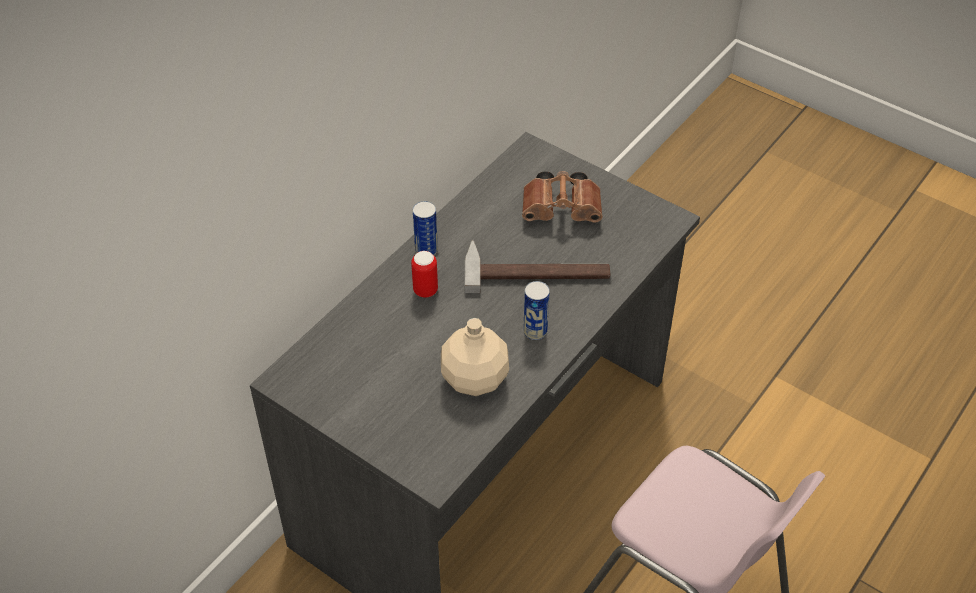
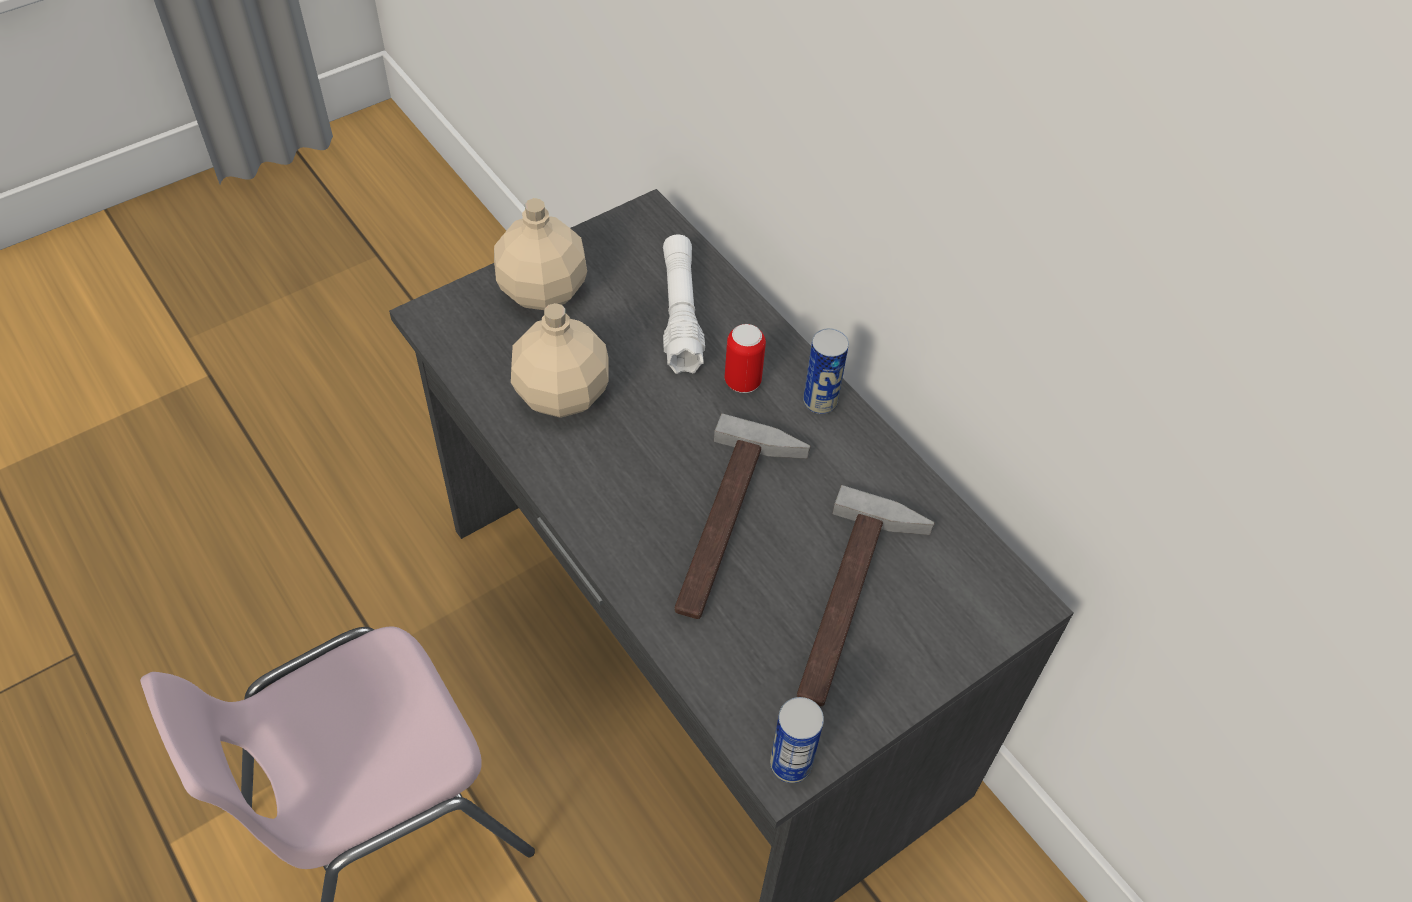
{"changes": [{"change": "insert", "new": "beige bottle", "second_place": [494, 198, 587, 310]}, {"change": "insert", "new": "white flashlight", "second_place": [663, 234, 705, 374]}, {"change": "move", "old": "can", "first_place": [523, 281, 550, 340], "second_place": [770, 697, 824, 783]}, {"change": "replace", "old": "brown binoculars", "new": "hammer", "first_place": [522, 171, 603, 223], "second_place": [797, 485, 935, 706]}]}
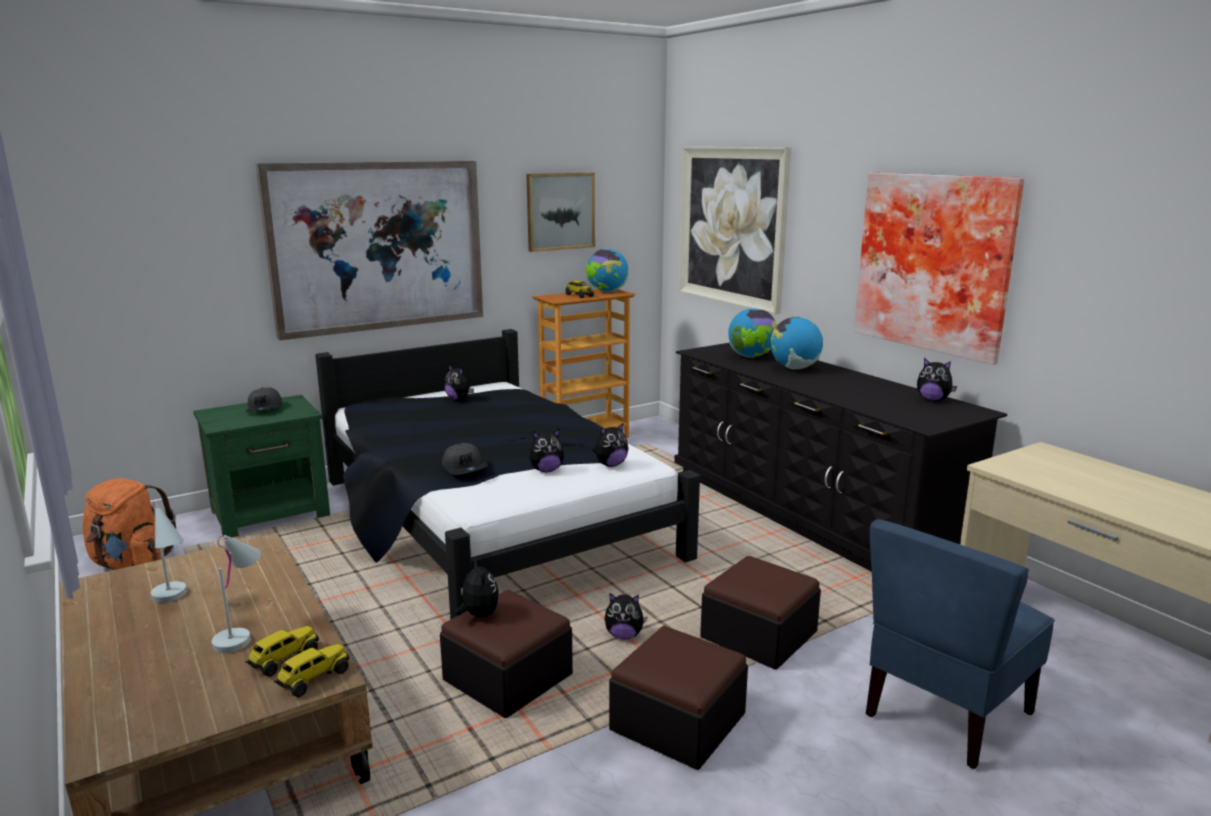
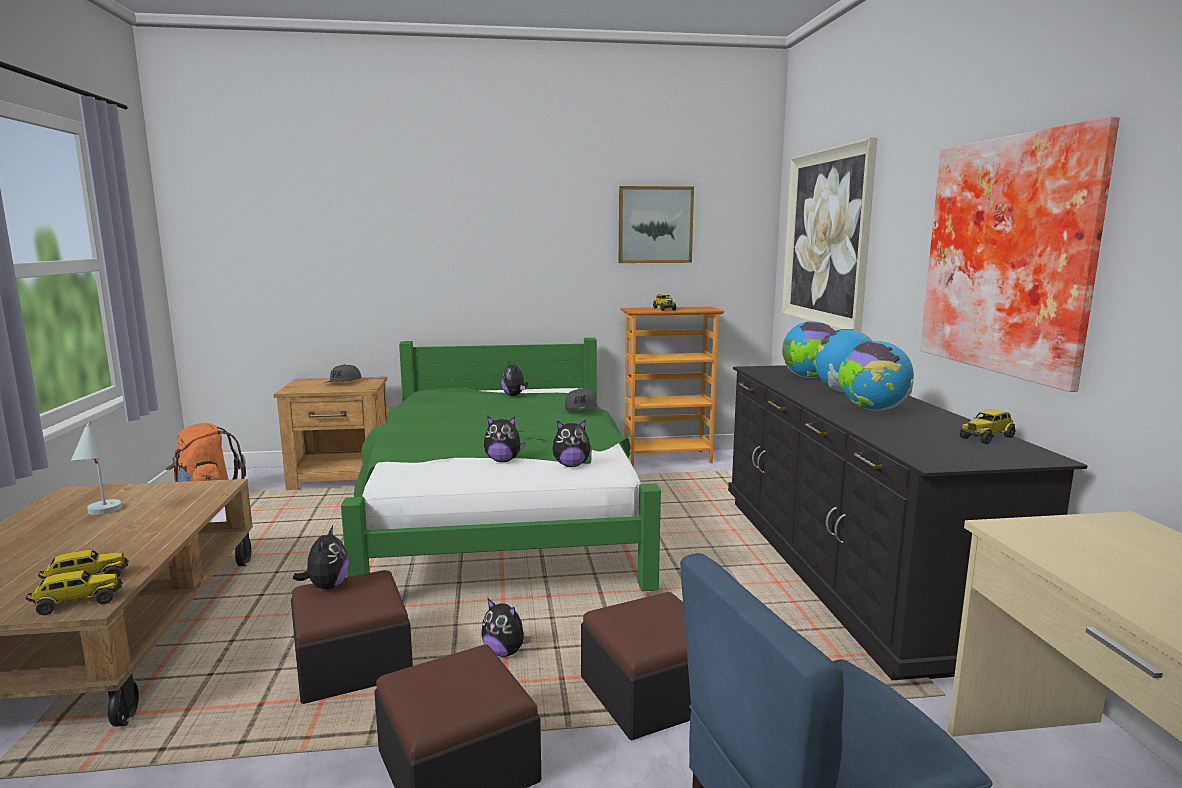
{"changes": [{"change": "delete", "old": "white table lamp", "first_place": [211, 535, 261, 653]}, {"change": "delete", "old": "picture", "first_place": [256, 161, 483, 340]}, {"change": "move", "old": "grey cap", "first_place": [442, 443, 488, 475], "second_place": [565, 388, 597, 411]}, {"change": "move", "old": "globe", "first_place": [586, 249, 629, 292], "second_place": [838, 341, 914, 411]}, {"change": "replace", "old": "plush toy", "new": "toy truck", "first_place": [917, 358, 957, 401], "second_place": [960, 409, 1016, 444]}, {"change": "recolor", "old": "green nightstand", "new": "brown nightstand", "first_place": [193, 395, 330, 537], "second_place": [274, 377, 387, 490]}, {"change": "recolor", "old": "black bed", "new": "green bed", "first_place": [315, 329, 700, 620], "second_place": [341, 338, 661, 591]}]}
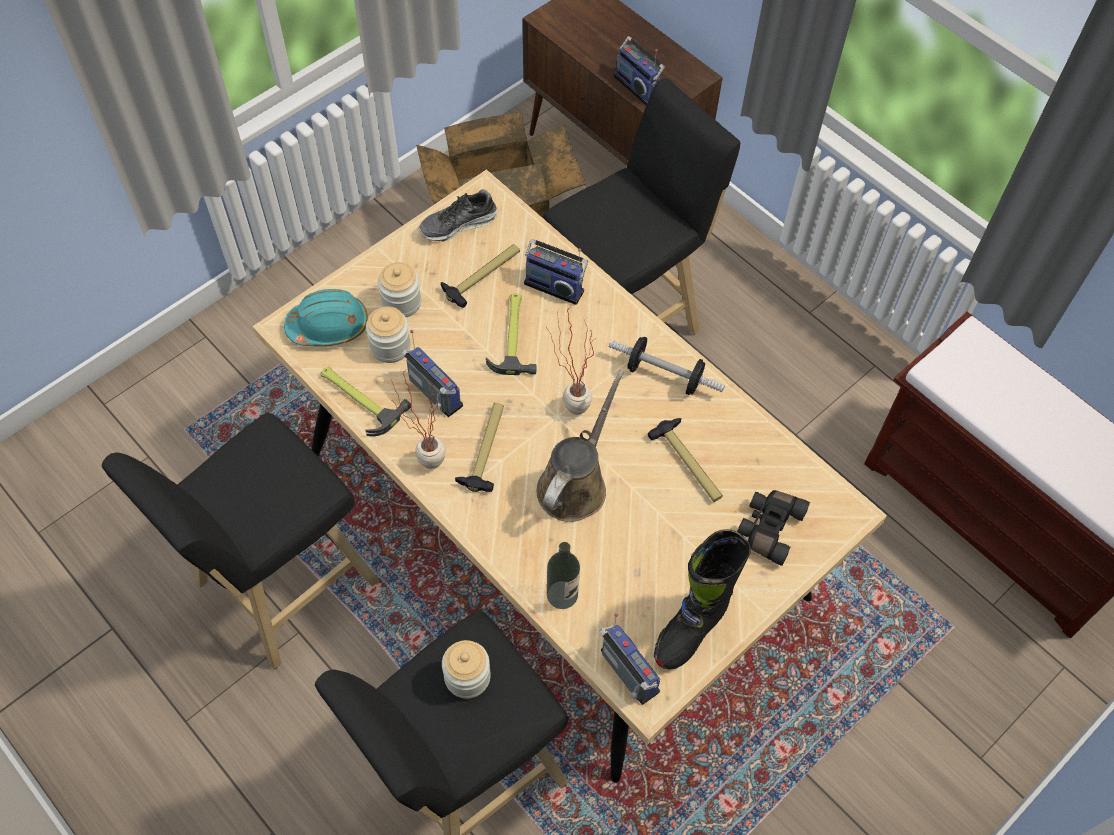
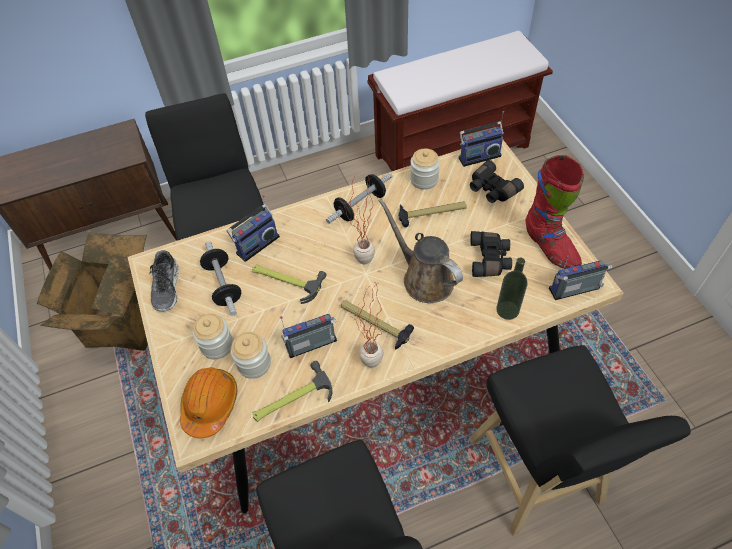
{"changes": [{"change": "insert", "new": "black binoculars", "second_place": [470, 231, 512, 277]}, {"change": "move", "old": "jar", "first_place": [442, 640, 491, 699], "second_place": [410, 148, 440, 190]}, {"change": "move", "old": "radio", "first_place": [614, 36, 665, 105], "second_place": [459, 111, 504, 167]}, {"change": "replace", "old": "hammer", "new": "dumbbell", "first_place": [441, 244, 520, 308], "second_place": [200, 241, 241, 316]}, {"change": "recolor", "old": "turquoise hard hat", "new": "orange hard hat", "first_place": [284, 289, 368, 346], "second_place": [180, 367, 237, 438]}, {"change": "recolor", "old": "black boot", "new": "red boot", "first_place": [654, 529, 751, 670], "second_place": [525, 155, 584, 269]}]}
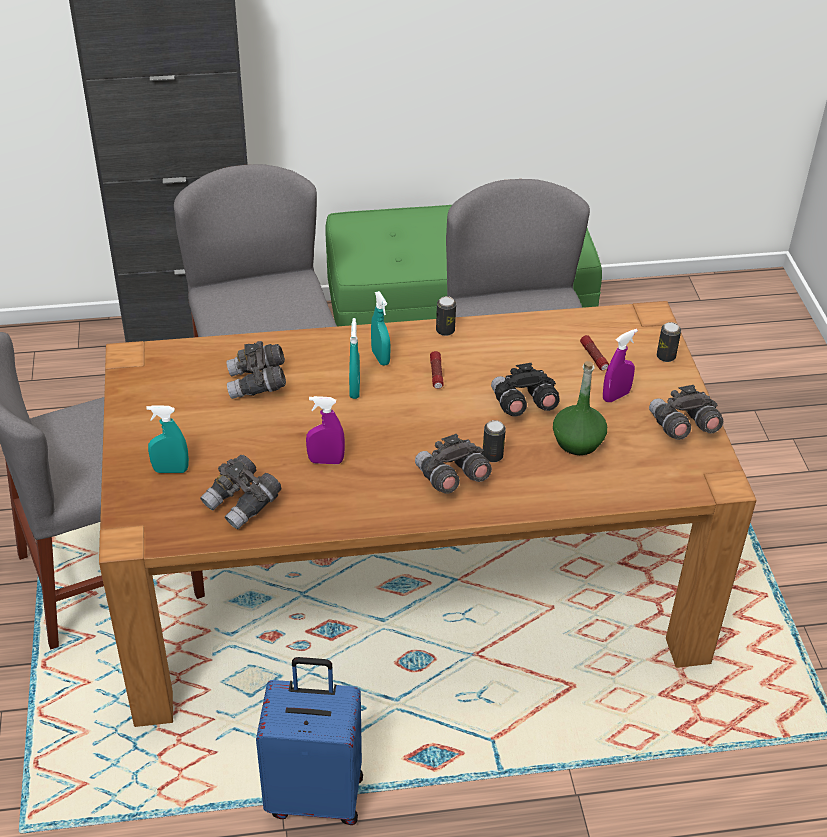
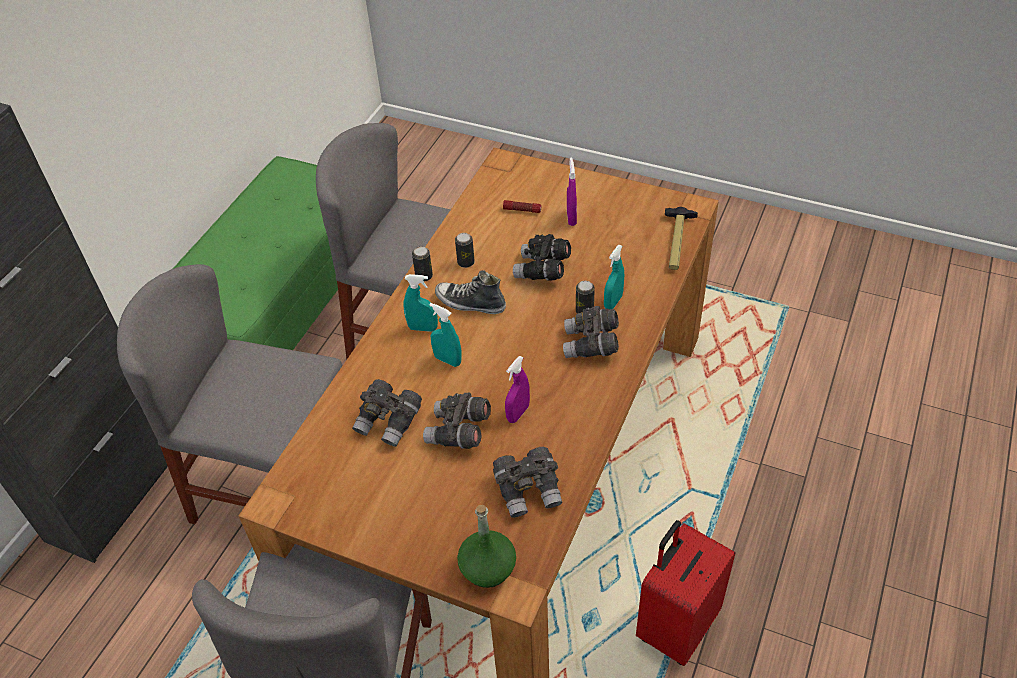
{"changes": [{"change": "insert", "new": "hammer", "second_place": [665, 207, 698, 270]}, {"change": "move", "old": "turquoise spray bottle", "first_place": [146, 405, 189, 473], "second_place": [604, 245, 624, 309]}, {"change": "move", "old": "green bottle", "first_place": [553, 361, 607, 455], "second_place": [457, 505, 516, 588]}, {"change": "move", "old": "grey binoculars", "first_place": [649, 385, 723, 440], "second_place": [423, 393, 491, 449]}, {"change": "move", "old": "can", "first_place": [657, 322, 681, 362], "second_place": [455, 233, 475, 268]}, {"change": "replace", "old": "flashlight", "new": "shoe", "first_place": [430, 351, 444, 389], "second_place": [435, 270, 506, 314]}, {"change": "recolor", "old": "blue suitcase", "new": "red suitcase", "first_place": [256, 657, 363, 825], "second_place": [636, 520, 735, 666]}]}
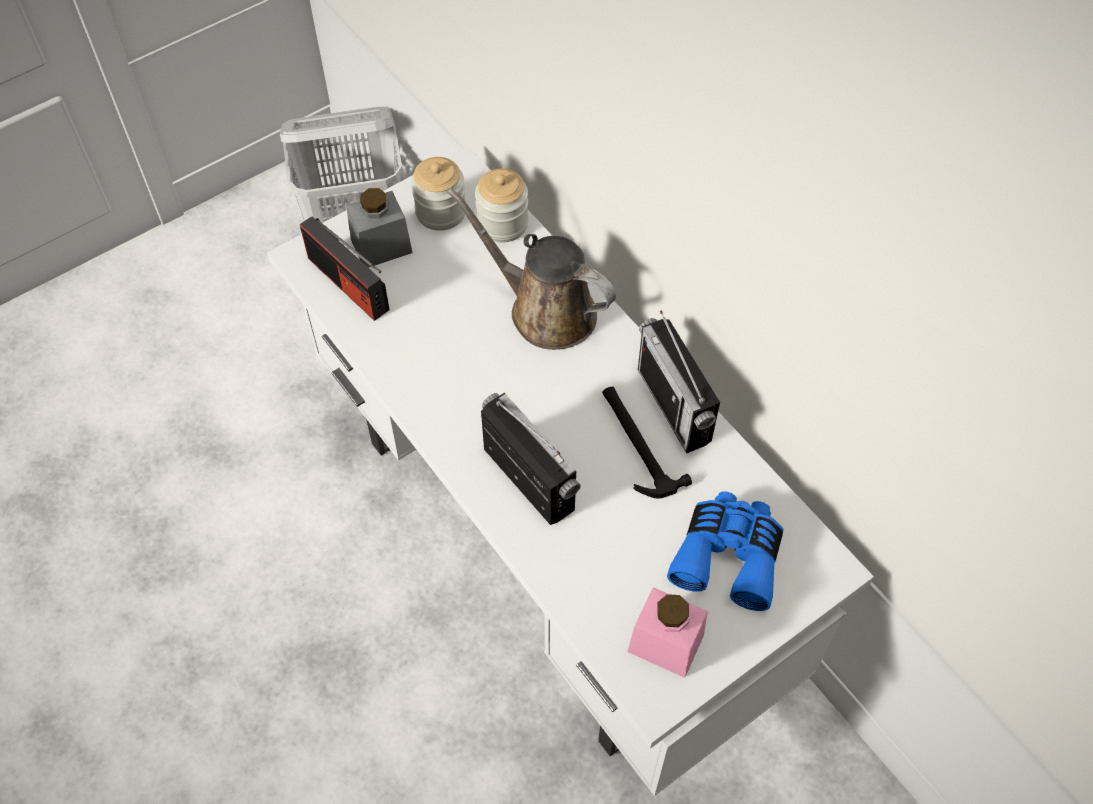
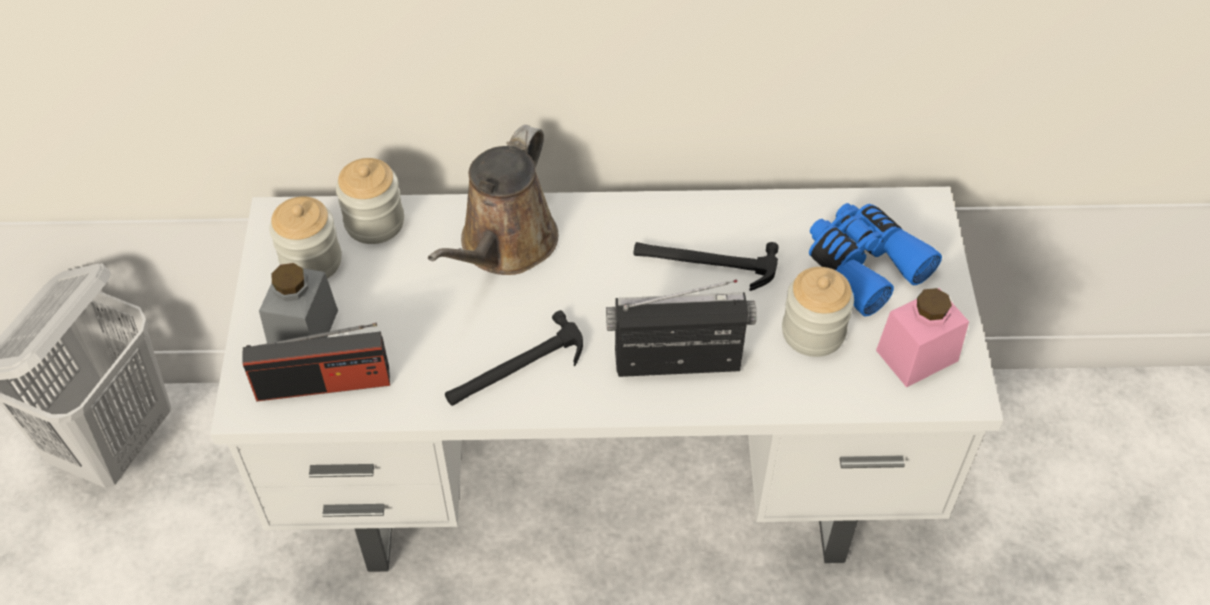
{"changes": [{"change": "delete", "old": "radio", "first_place": [638, 310, 720, 453]}, {"change": "insert", "new": "hammer", "second_place": [445, 310, 583, 406]}, {"change": "insert", "new": "jar", "second_place": [782, 267, 854, 357]}, {"change": "rotate", "old": "brown watering can", "first_place": [447, 188, 616, 350], "second_place": [428, 125, 558, 275], "degrees": -45}]}
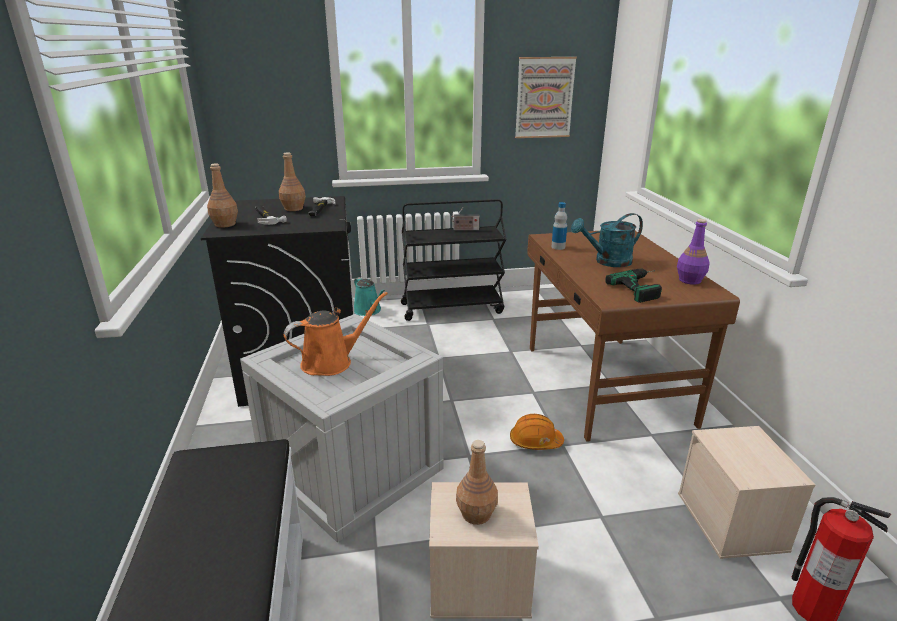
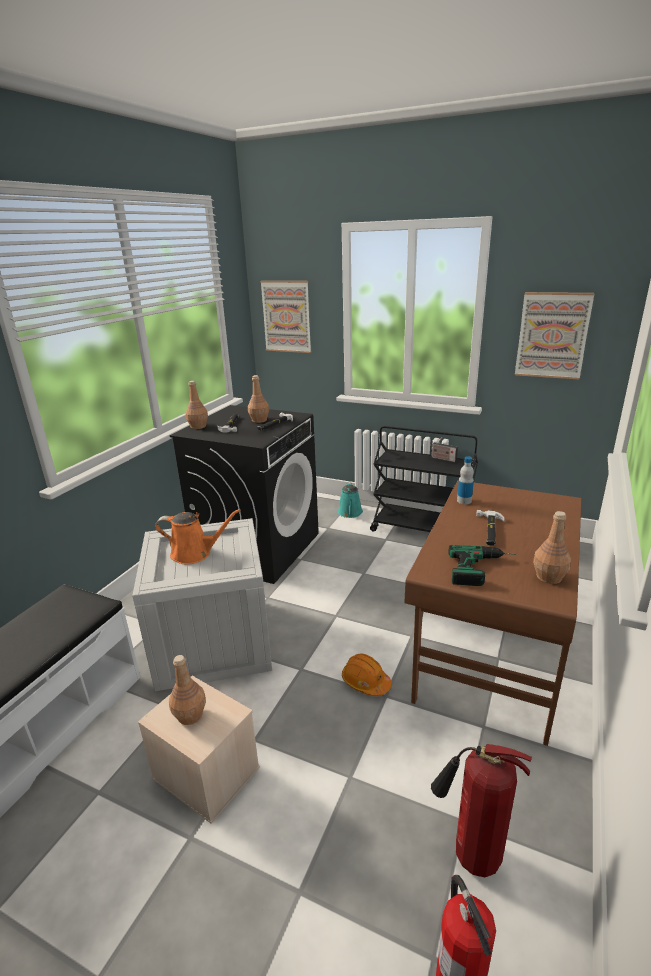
{"changes": [{"change": "insert", "new": "picture", "second_place": [260, 281, 311, 353]}, {"change": "replace", "old": "turquoise watering can", "new": "hammer", "first_place": [571, 213, 643, 267], "second_place": [476, 510, 505, 546]}, {"change": "replace", "old": "beige storage box", "new": "fire extinguisher", "first_place": [678, 426, 815, 559], "second_place": [431, 744, 532, 878]}, {"change": "recolor", "old": "purple bottle", "new": "brown bottle", "first_place": [677, 219, 710, 285], "second_place": [533, 511, 571, 584]}]}
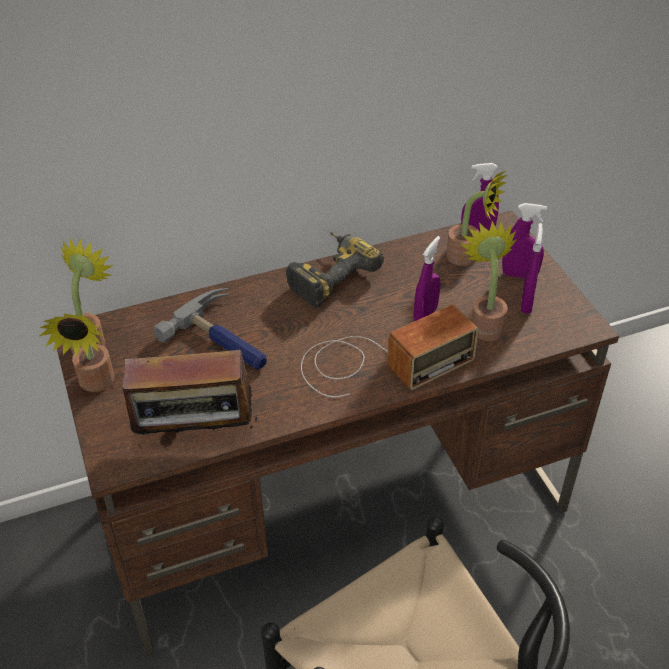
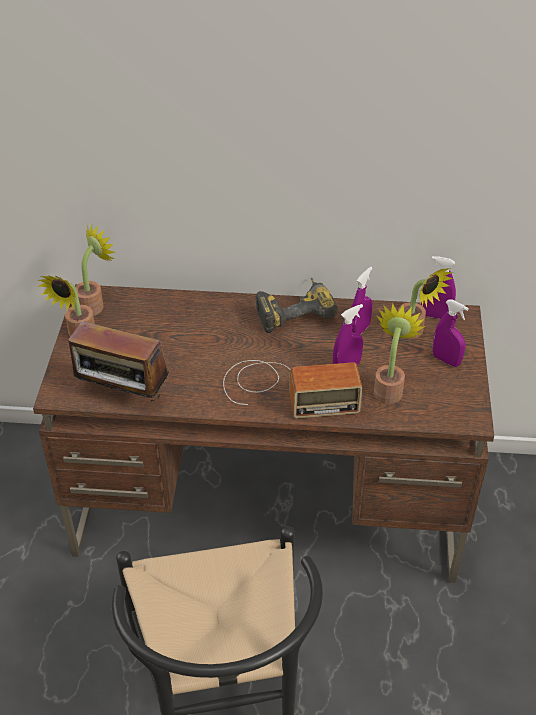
{"changes": [{"change": "delete", "old": "hammer", "first_place": [153, 288, 267, 369]}, {"change": "move", "old": "purple spray bottle", "first_place": [521, 223, 543, 314], "second_place": [351, 267, 373, 335]}]}
